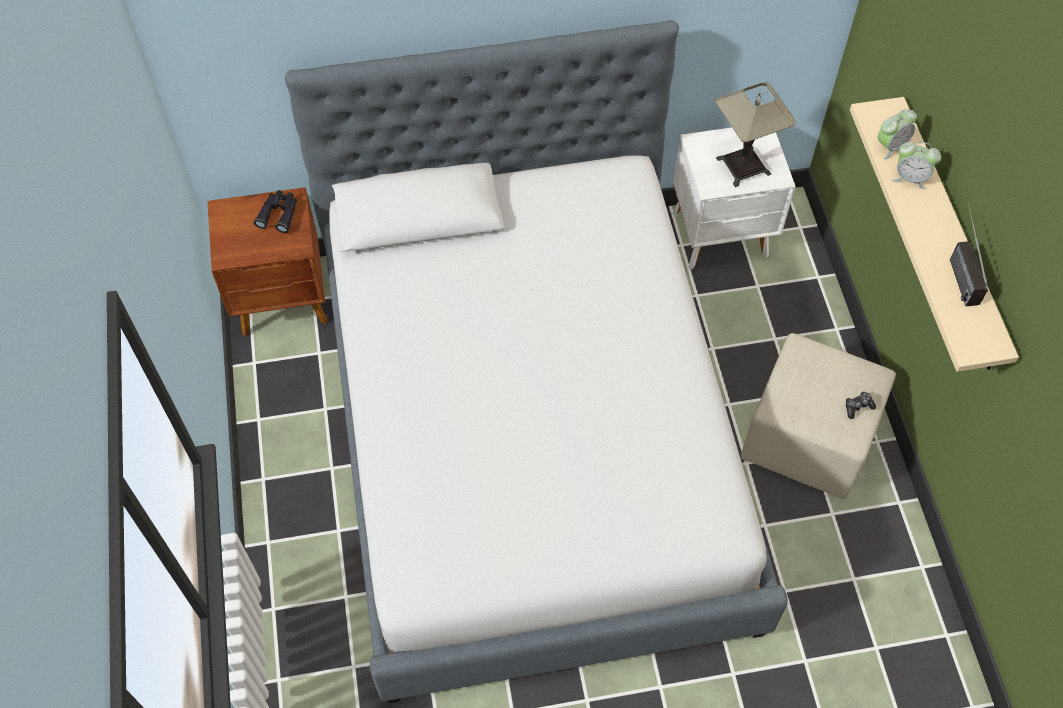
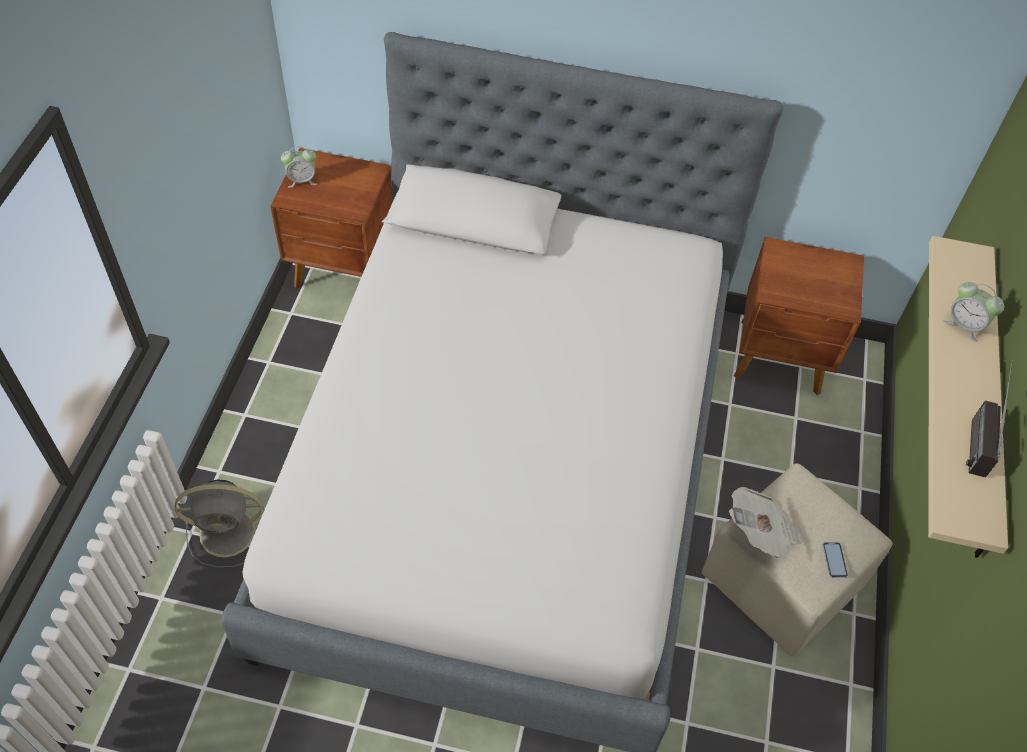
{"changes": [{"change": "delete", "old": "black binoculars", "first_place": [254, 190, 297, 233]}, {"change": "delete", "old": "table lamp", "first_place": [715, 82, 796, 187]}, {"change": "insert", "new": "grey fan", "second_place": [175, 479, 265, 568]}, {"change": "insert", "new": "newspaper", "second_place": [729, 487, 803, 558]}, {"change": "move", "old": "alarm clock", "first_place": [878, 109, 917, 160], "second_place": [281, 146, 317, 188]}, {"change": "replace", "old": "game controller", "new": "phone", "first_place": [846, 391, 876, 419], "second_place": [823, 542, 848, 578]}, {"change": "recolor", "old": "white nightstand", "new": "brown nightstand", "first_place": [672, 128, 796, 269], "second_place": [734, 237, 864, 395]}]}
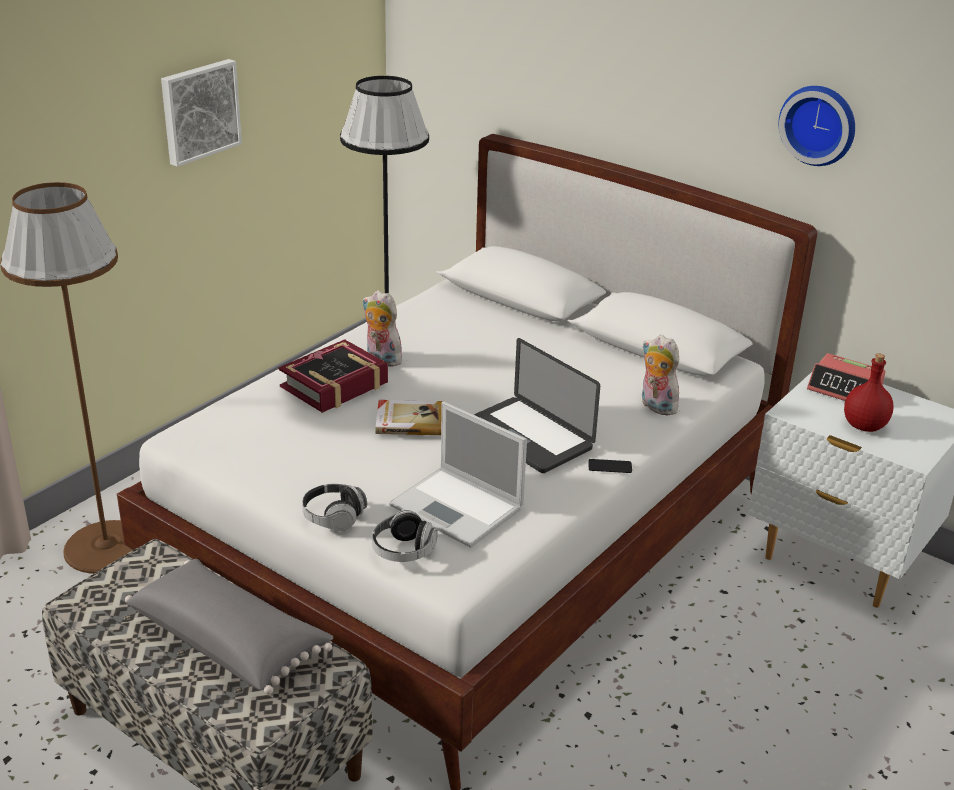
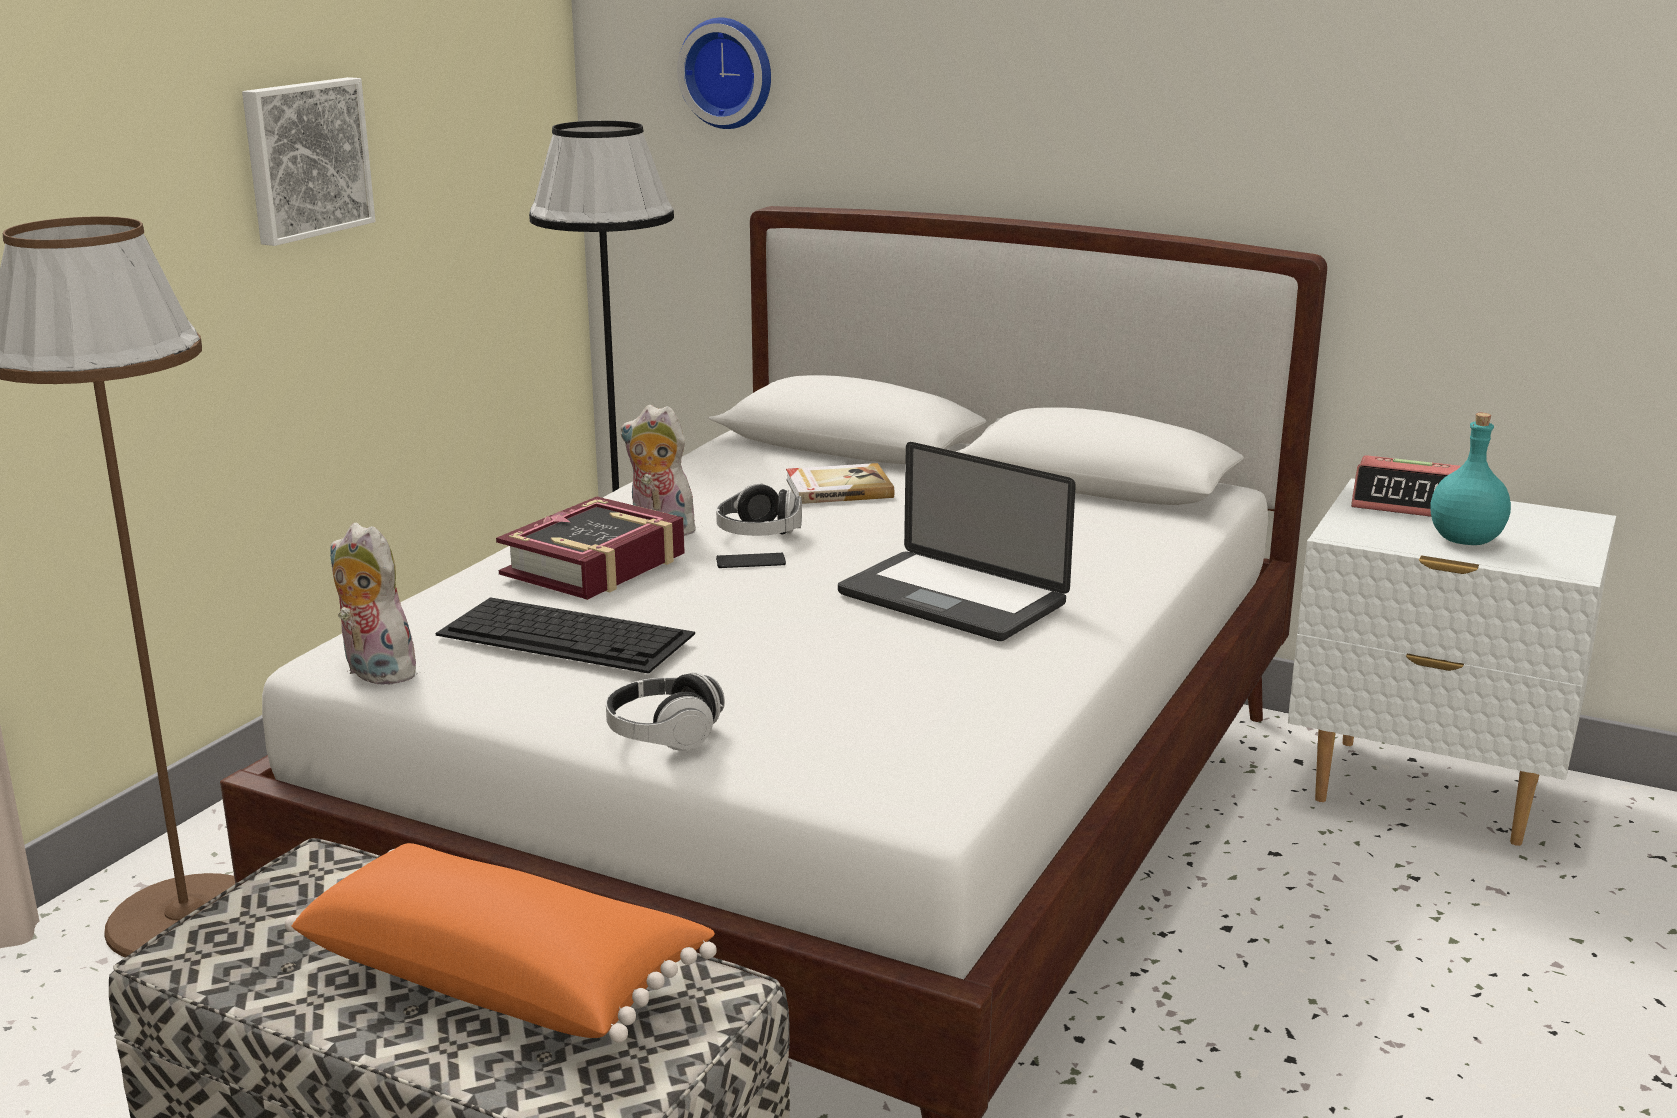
{"changes": [{"change": "delete", "old": "laptop", "first_place": [389, 402, 527, 548]}, {"change": "insert", "new": "keyboard", "second_place": [436, 597, 695, 674]}, {"change": "move", "old": "headphones", "first_place": [372, 510, 438, 562], "second_place": [716, 483, 802, 536]}, {"change": "move", "old": "book", "first_place": [375, 400, 443, 435], "second_place": [786, 463, 894, 504]}, {"change": "move", "old": "phone", "first_place": [588, 459, 632, 473], "second_place": [716, 552, 786, 568]}, {"change": "move", "old": "plush toy", "first_place": [642, 335, 679, 416], "second_place": [330, 523, 422, 685]}, {"change": "move", "old": "wall clock", "first_place": [779, 86, 855, 166], "second_place": [677, 18, 771, 129]}, {"change": "recolor", "old": "grey pillow", "new": "orange pillow", "first_place": [125, 559, 333, 695], "second_place": [285, 843, 717, 1043]}, {"change": "recolor", "old": "red bottle", "new": "turquoise bottle", "first_place": [844, 353, 893, 432], "second_place": [1430, 413, 1511, 545]}]}
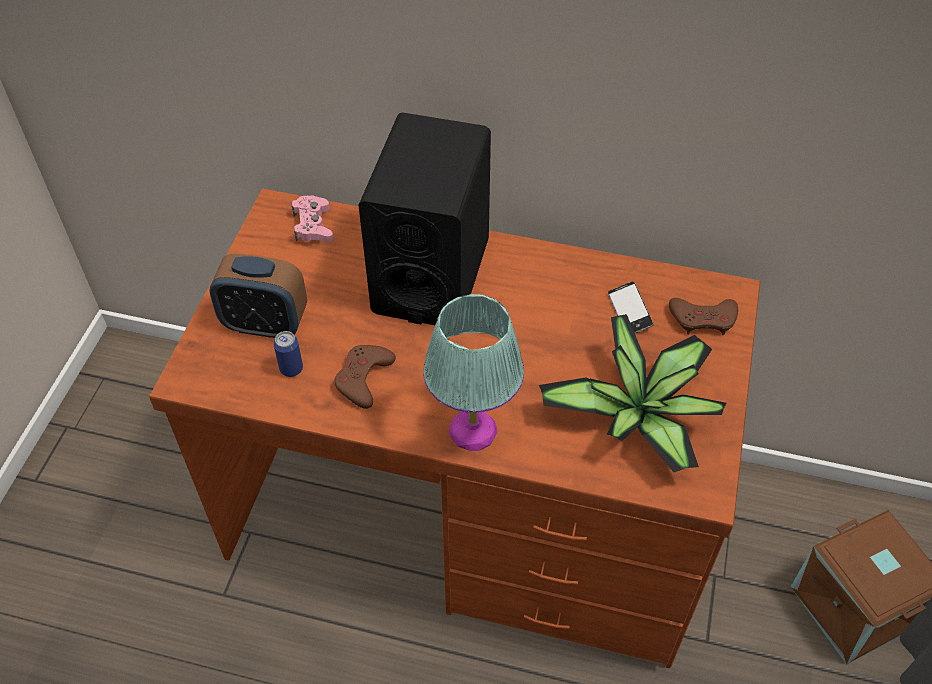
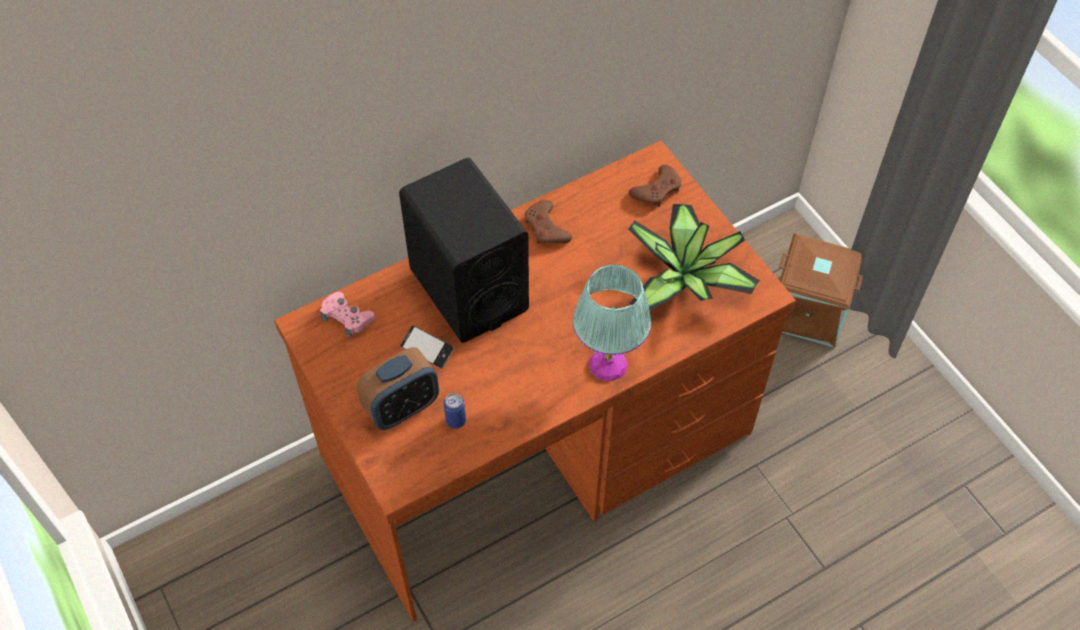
{"changes": [{"change": "move", "old": "brown game controller", "first_place": [334, 345, 396, 409], "second_place": [525, 200, 572, 244]}, {"change": "move", "old": "phone", "first_place": [608, 281, 654, 333], "second_place": [400, 325, 454, 369]}]}
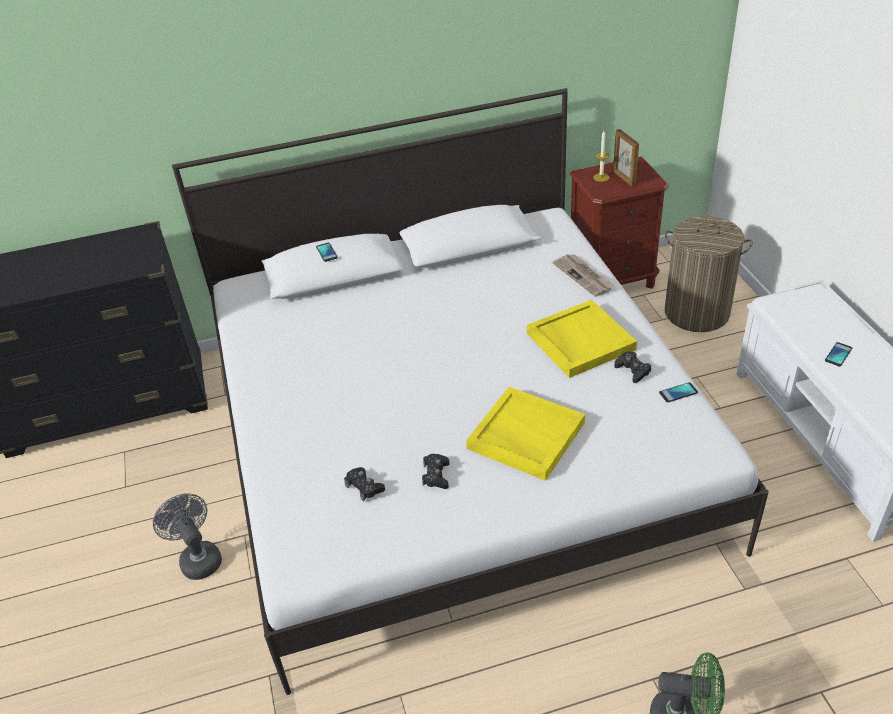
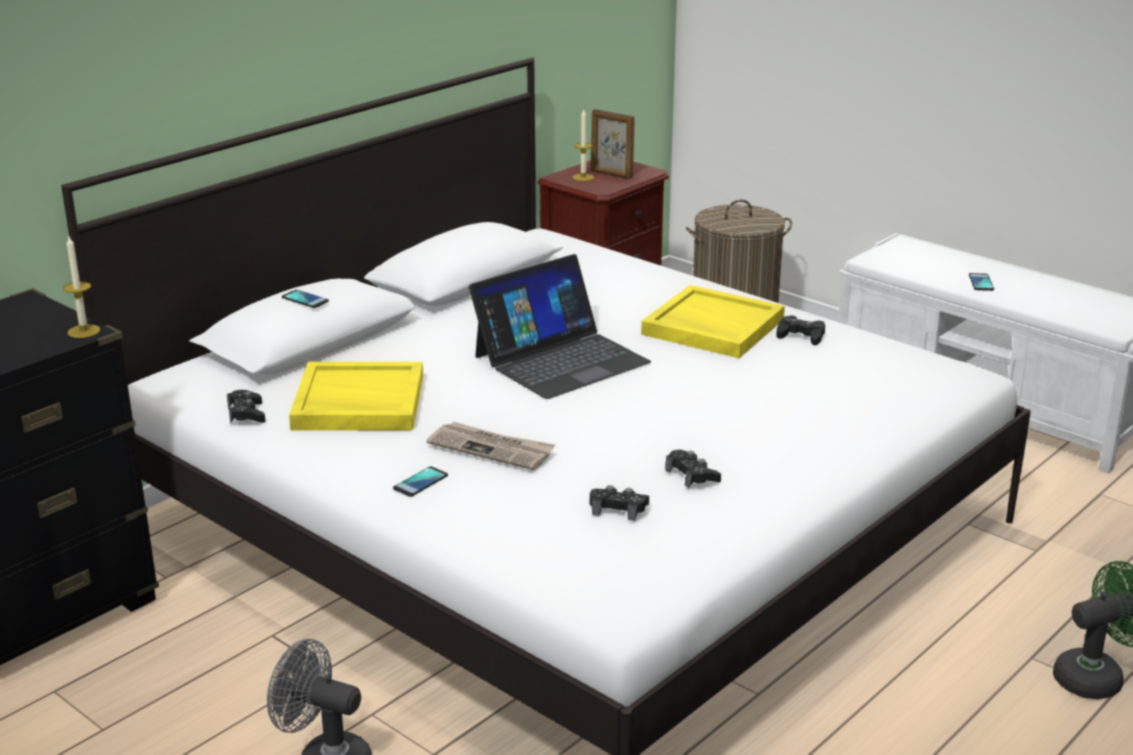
{"changes": [{"change": "insert", "new": "candle", "second_place": [63, 237, 100, 338]}, {"change": "insert", "new": "black game controller", "second_place": [227, 390, 266, 424]}, {"change": "insert", "new": "laptop", "second_place": [469, 254, 651, 399]}, {"change": "move", "old": "yellow tray", "first_place": [466, 387, 585, 481], "second_place": [289, 362, 423, 431]}, {"change": "move", "old": "newspaper", "first_place": [553, 254, 614, 297], "second_place": [427, 422, 555, 470]}, {"change": "move", "old": "phone", "first_place": [659, 382, 698, 402], "second_place": [393, 466, 448, 497]}]}
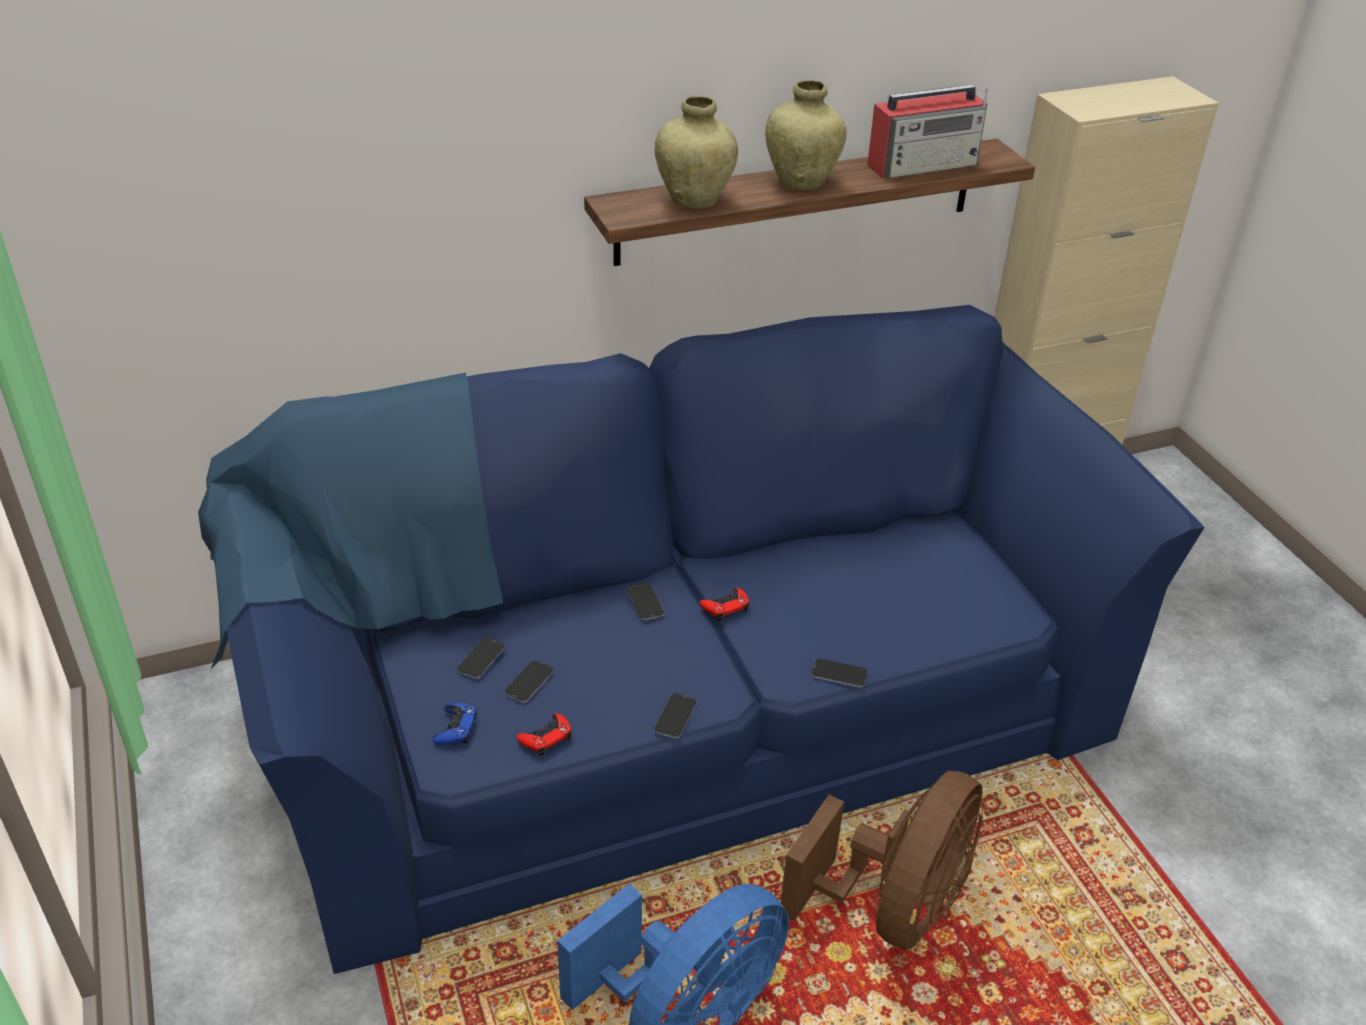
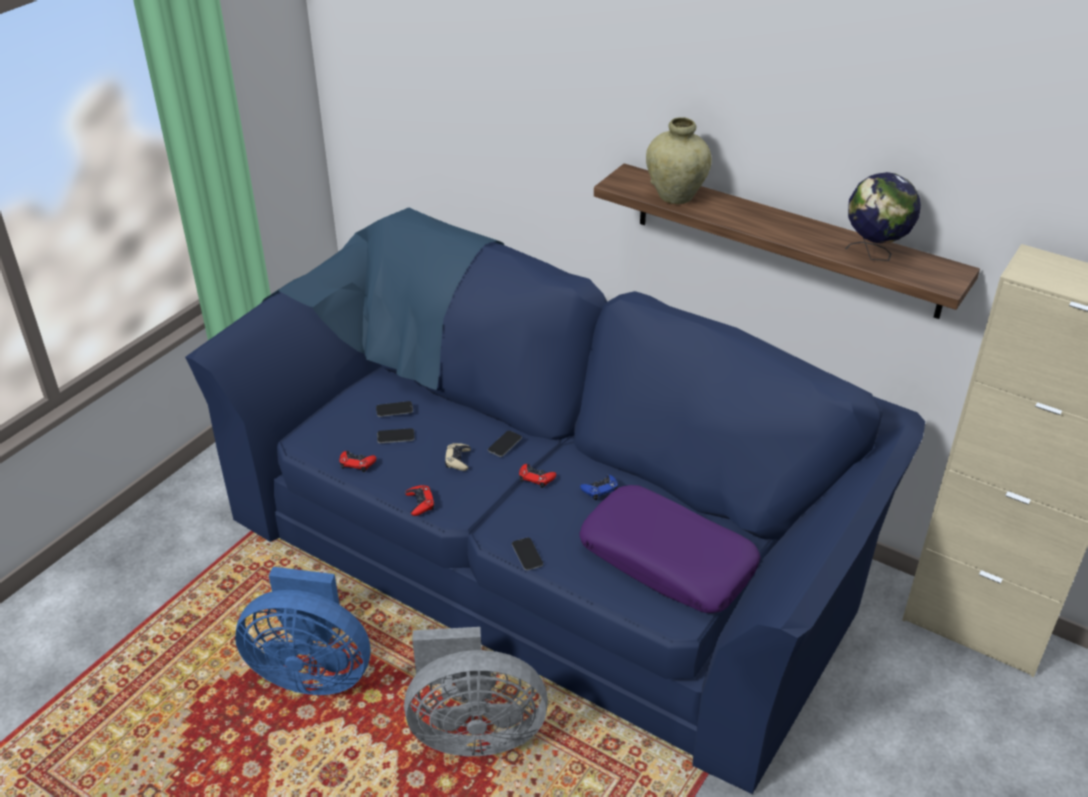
{"changes": [{"change": "delete", "old": "beige vase", "first_place": [765, 80, 846, 190]}, {"change": "insert", "new": "beige game controller", "second_place": [445, 443, 471, 471]}, {"change": "insert", "new": "purple pillow", "second_place": [579, 485, 761, 613]}, {"change": "move", "old": "blue game controller", "first_place": [432, 702, 477, 745], "second_place": [580, 475, 618, 500]}, {"change": "replace", "old": "phone", "new": "red game controller", "first_place": [654, 693, 696, 738], "second_place": [405, 485, 434, 516]}, {"change": "replace", "old": "radio", "new": "globe", "first_place": [867, 85, 988, 178], "second_place": [845, 172, 921, 261]}, {"change": "recolor", "old": "brown fan", "new": "grey fan", "first_place": [781, 771, 983, 950], "second_place": [404, 627, 548, 756]}]}
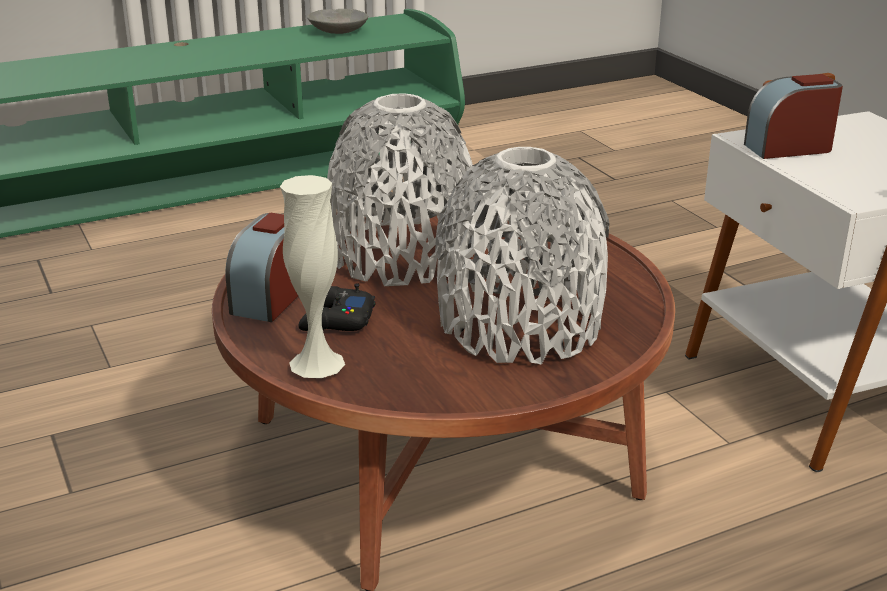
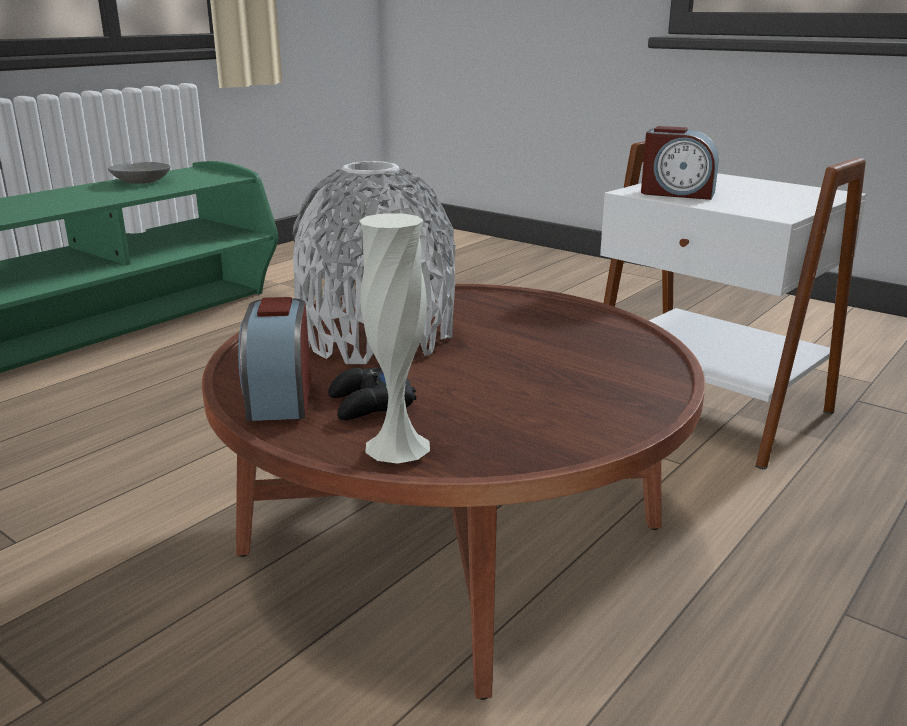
{"changes": [{"change": "delete", "old": "grey vase", "first_place": [435, 147, 610, 365]}, {"change": "rotate", "old": "alarm clock", "first_place": [744, 74, 843, 159], "second_place": [641, 126, 719, 200], "degrees": -120}]}
